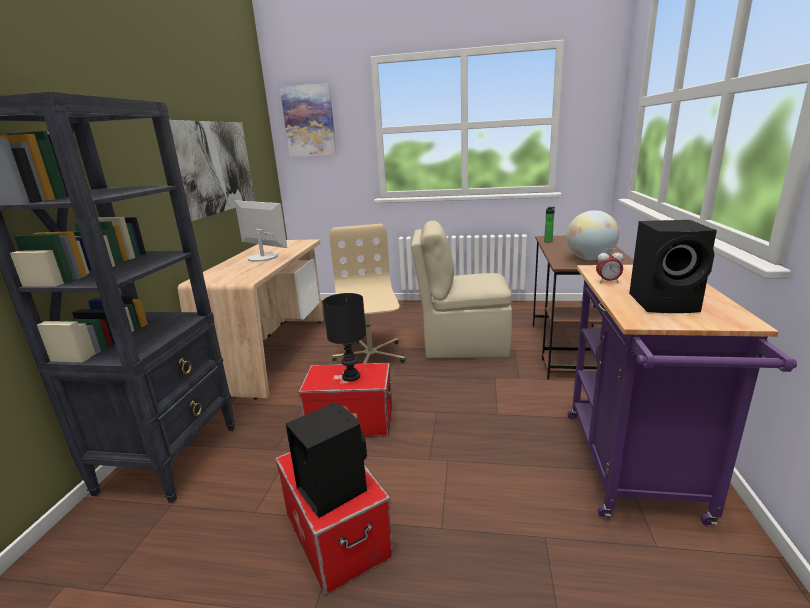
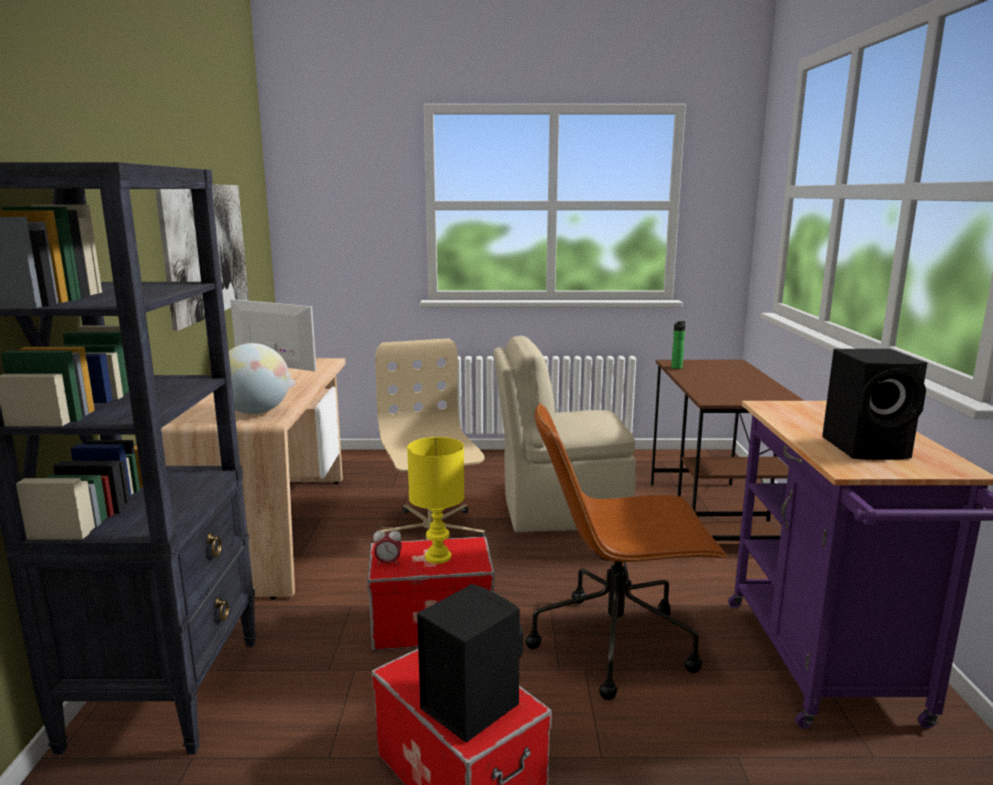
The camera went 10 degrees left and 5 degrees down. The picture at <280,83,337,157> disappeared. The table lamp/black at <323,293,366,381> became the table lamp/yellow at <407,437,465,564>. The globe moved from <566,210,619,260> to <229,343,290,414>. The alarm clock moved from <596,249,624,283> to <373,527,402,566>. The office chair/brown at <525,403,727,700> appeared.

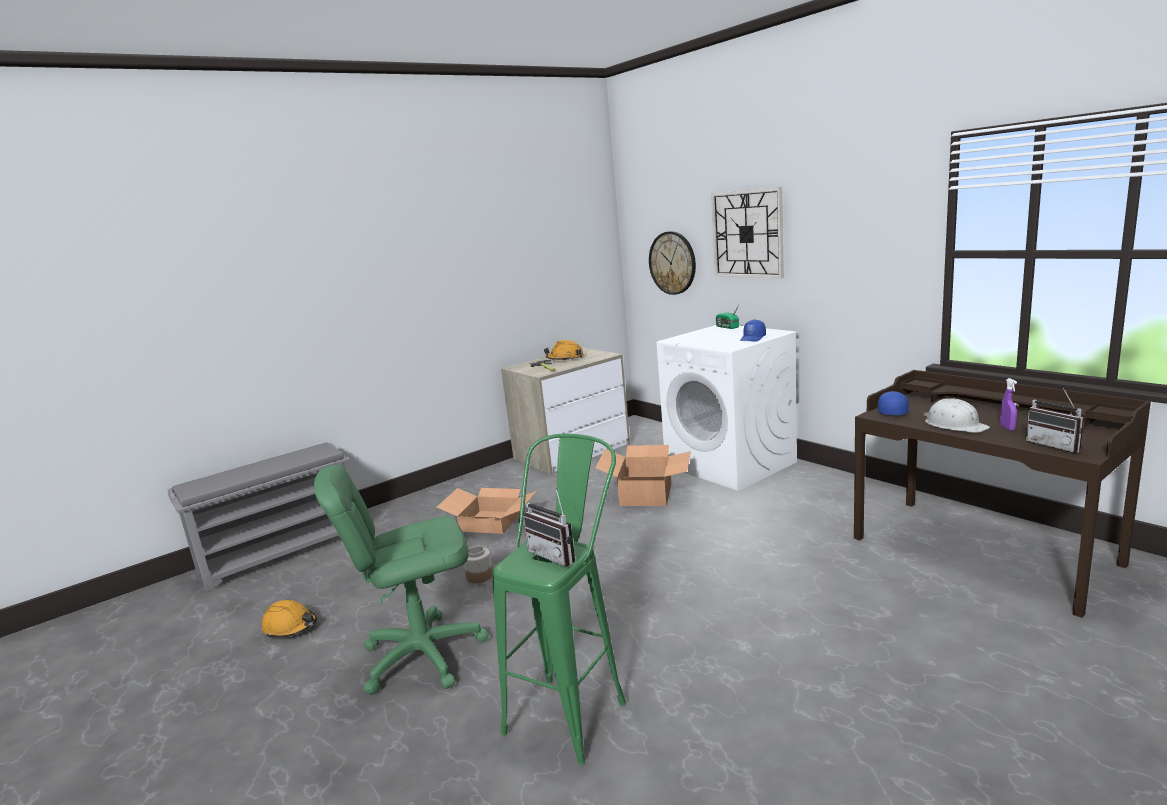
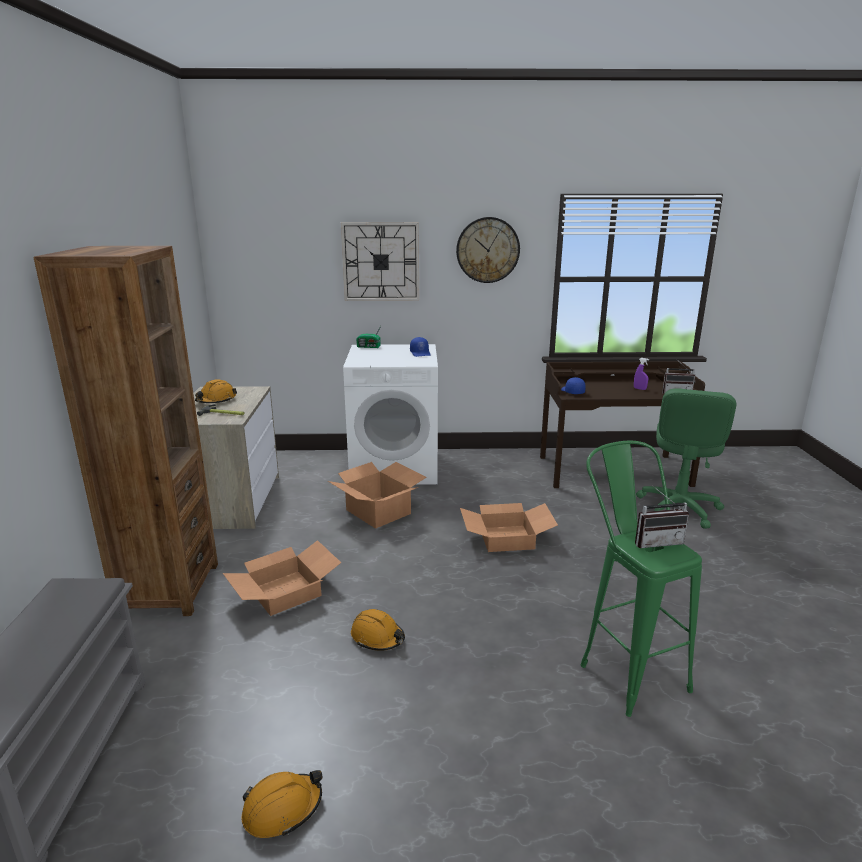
The camera went 55 degrees left and 5 degrees up. The office chair/green moved from <314,465,489,695> to <636,388,736,529>. The jar at <464,546,493,583> was replaced by the hard hat/orange at <351,609,405,651>. The wall clock moved from <649,231,696,295> to <456,217,520,283>. The hard hat/white at <924,398,990,433> disappeared. The bookcase/brown at <33,246,218,616> appeared. The cardboard box at <460,503,558,552> appeared.

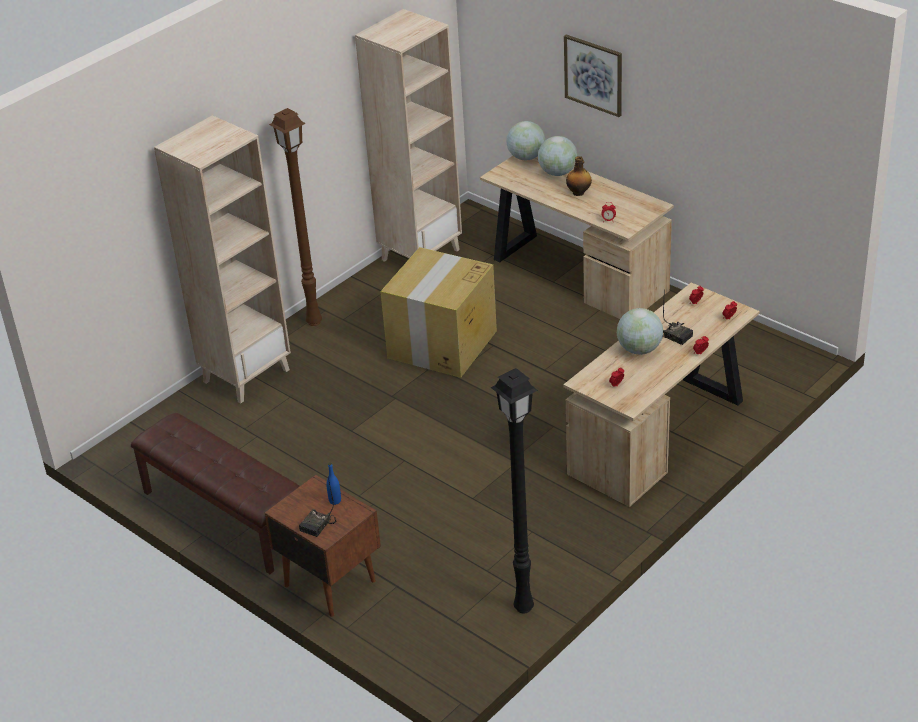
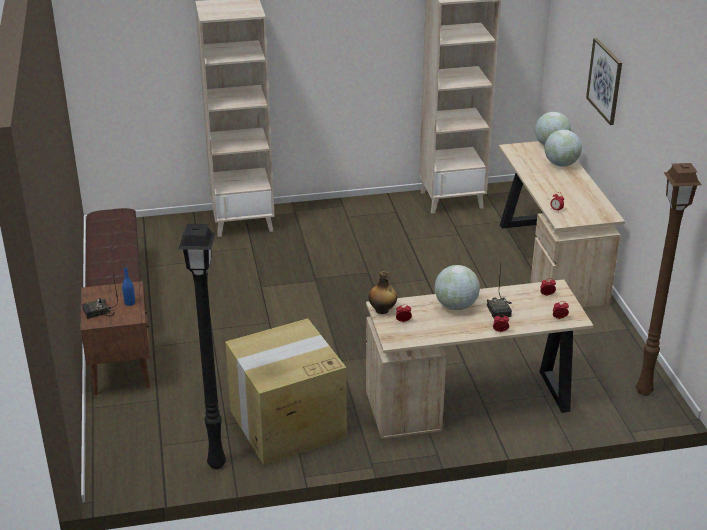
The camera went 35 degrees right and 5 degrees down. The floor lamp/brown moved from <269,108,322,326> to <636,163,701,396>. The cardboard box moved from <380,247,497,378> to <225,318,347,465>. The bottle moved from <566,156,592,196> to <369,271,397,314>.

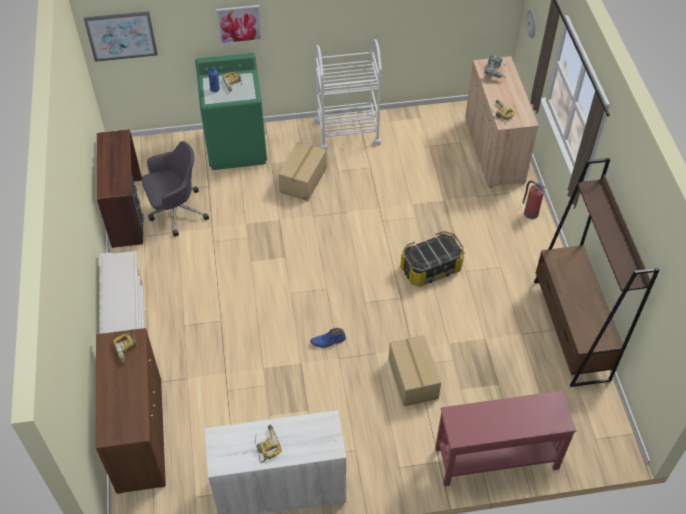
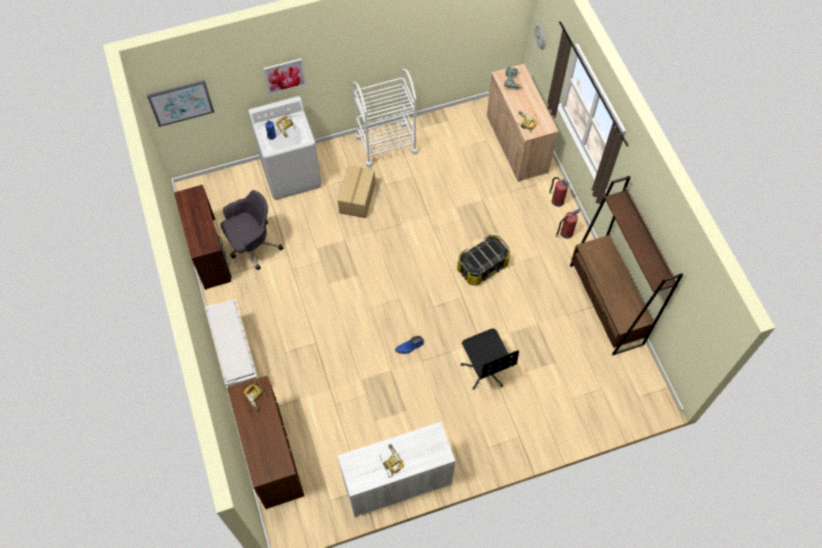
The camera went 10 degrees left and 10 degrees up. The washing machine/green at <195,53,267,170> became the washing machine/white at <248,96,322,200>. The cardboard box at <389,336,441,406> was replaced by the office chair/black at <461,329,519,390>. The console table/red at <435,391,577,486> disappeared. The fire extinguisher at <556,208,581,239> appeared.

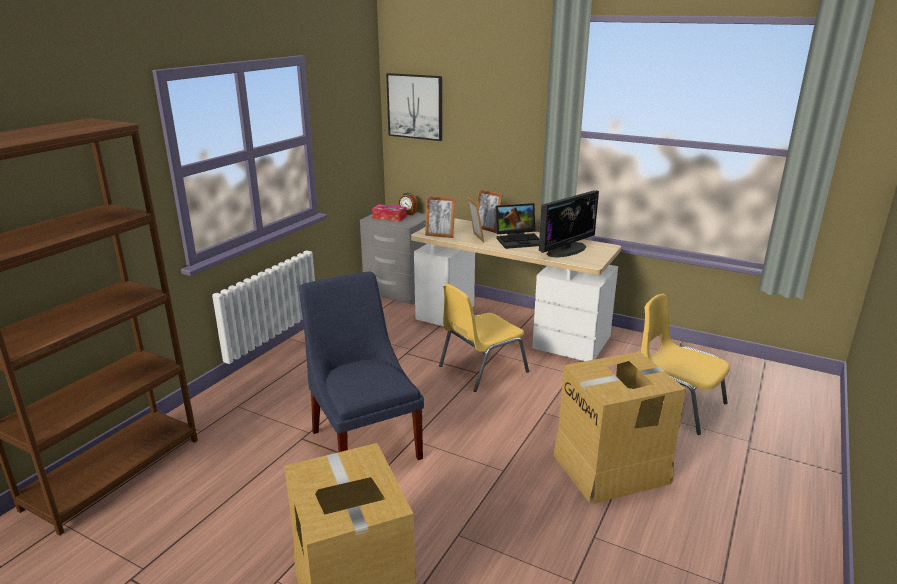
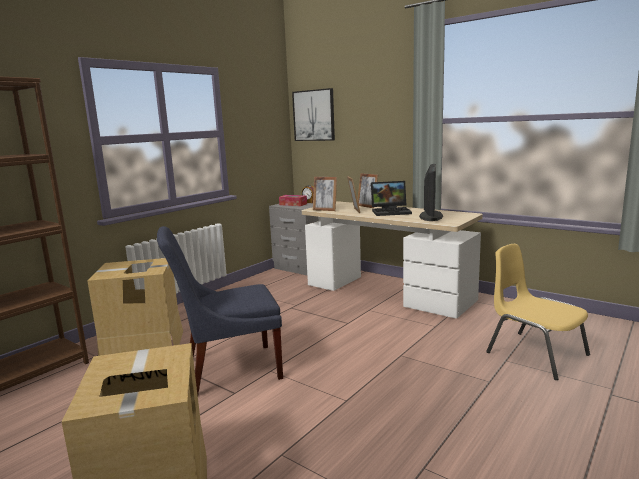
The camera went 10 degrees right and 10 degrees down. The chair/blue at <299,271,424,460> turned 90 degrees counterclockwise. The chair/yellow at <439,284,529,392> disappeared. The monitor at <539,190,599,258> turned 45 degrees counterclockwise. The cardboard box moved from <553,351,686,504> to <87,258,183,356>.

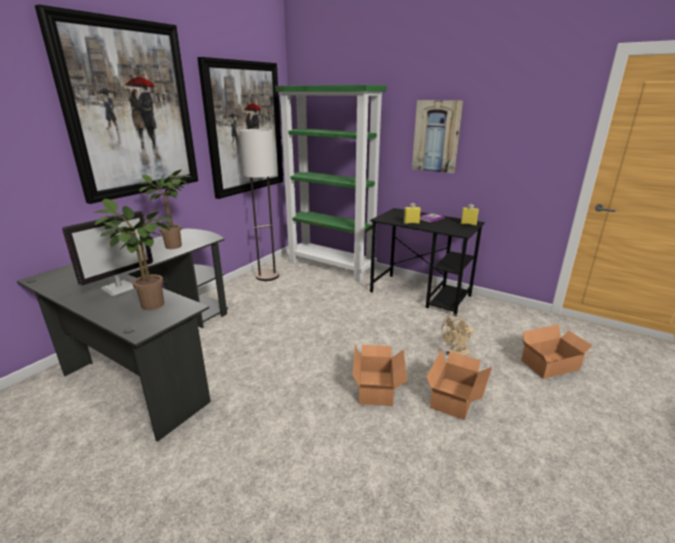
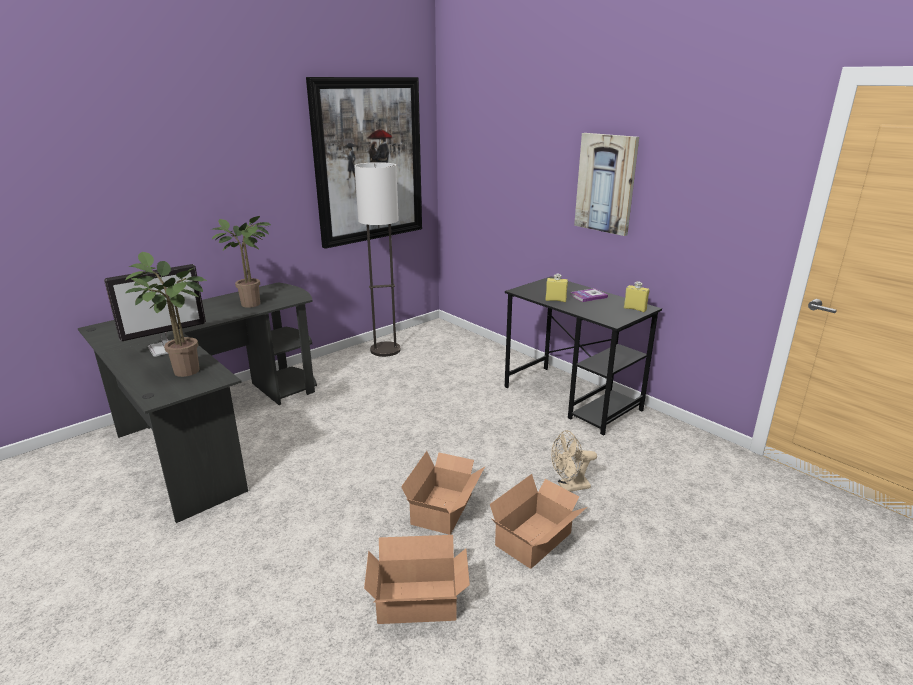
The camera went 15 degrees right and 0 degrees up. The picture at <35,4,198,204> disappeared. The bookcase/green at <275,85,386,281> disappeared. The cardboard box moved from <521,324,597,379> to <364,535,470,624>.

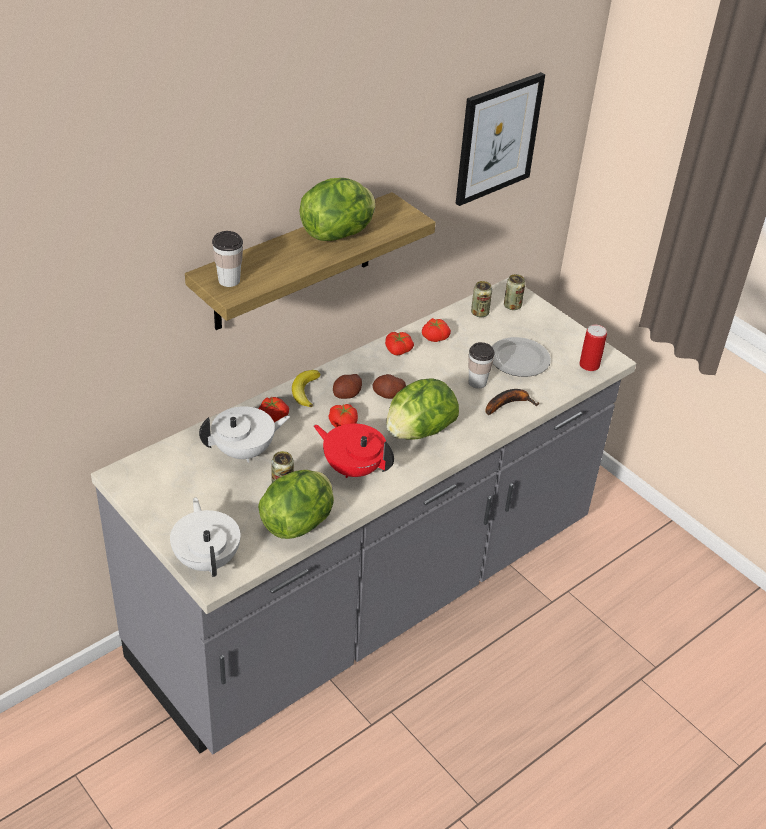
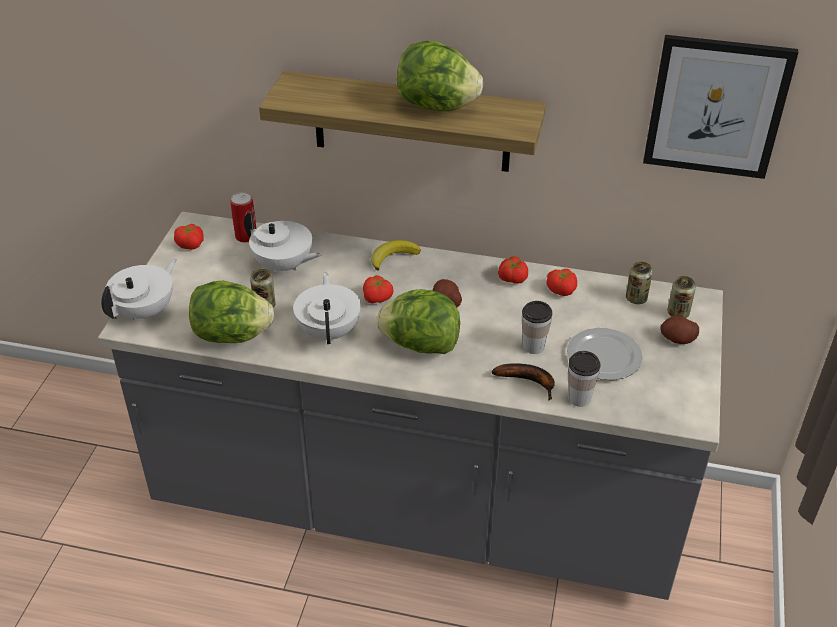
The camera went 55 degrees right and 0 degrees up. The cup moved from <212,231,243,287> to <568,351,601,407>. The tomato moved from <259,397,289,423> to <174,224,204,250>. The teapot/red at <314,423,394,478> became the teapot/white at <293,272,361,344>. The potato moved from <333,374,362,399> to <660,316,699,344>. The can moved from <579,325,607,371> to <230,192,256,243>.

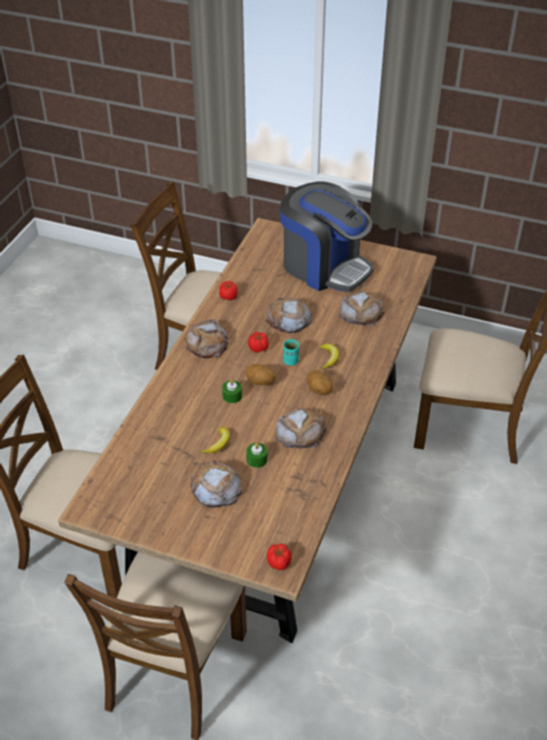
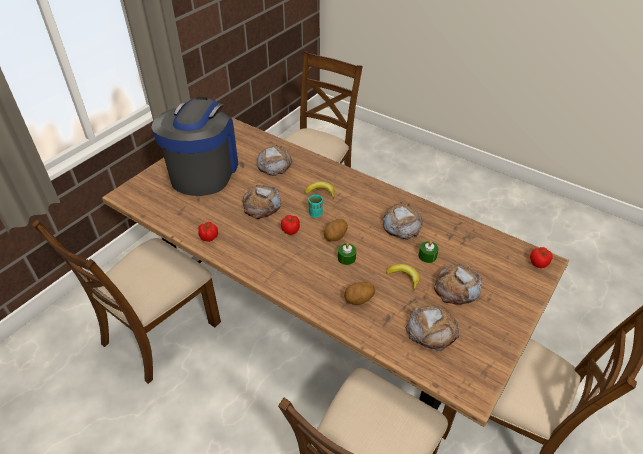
The camera went 75 degrees left and 0 degrees up. The bread moved from <185,319,229,358> to <406,306,459,352>. The coffee machine at <280,182,374,291> turned 45 degrees counterclockwise. The potato moved from <307,370,333,395> to <344,282,375,305>.

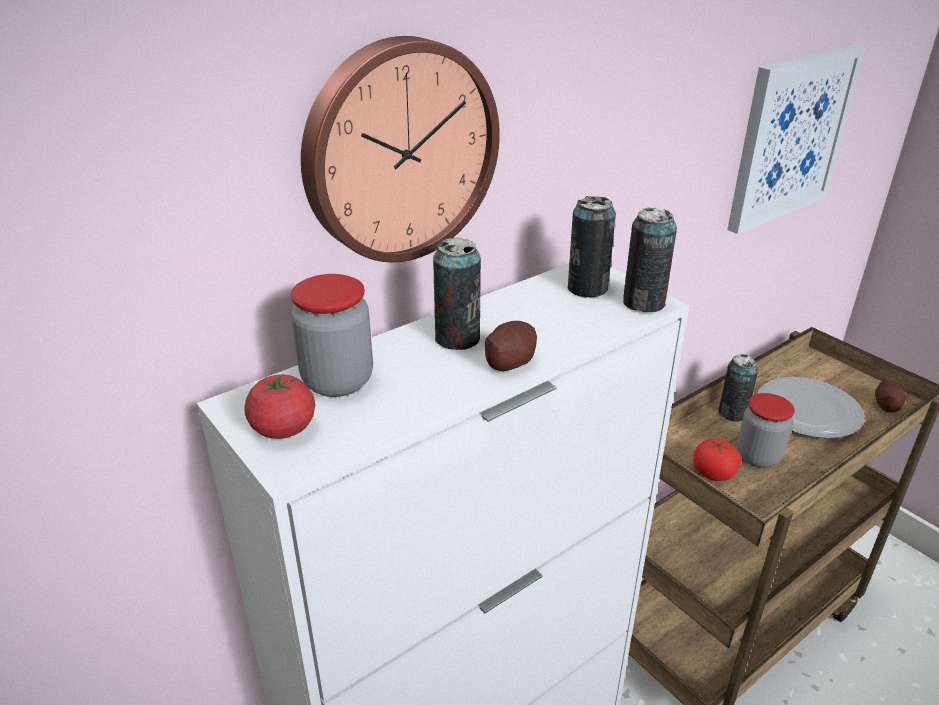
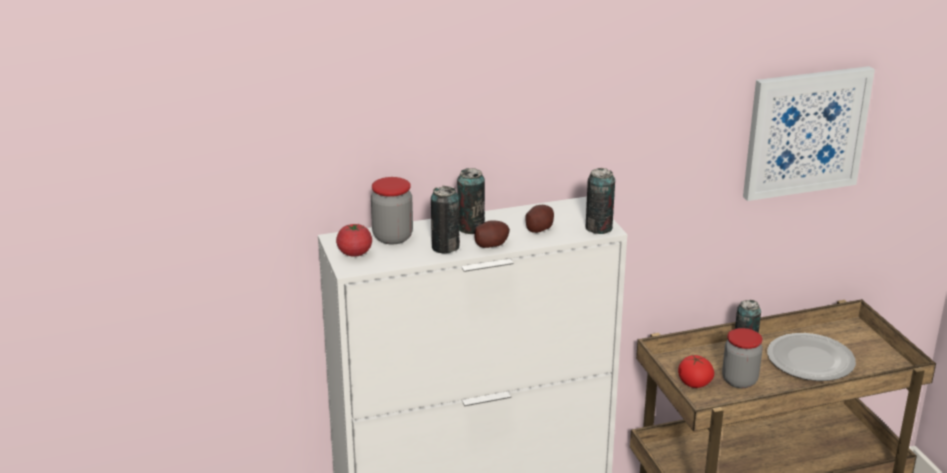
The camera went 20 degrees right and 5 degrees down. The wall clock at <301,36,500,262> disappeared. The can moved from <568,196,616,298> to <431,186,460,254>. The potato moved from <875,381,906,413> to <525,205,554,233>.

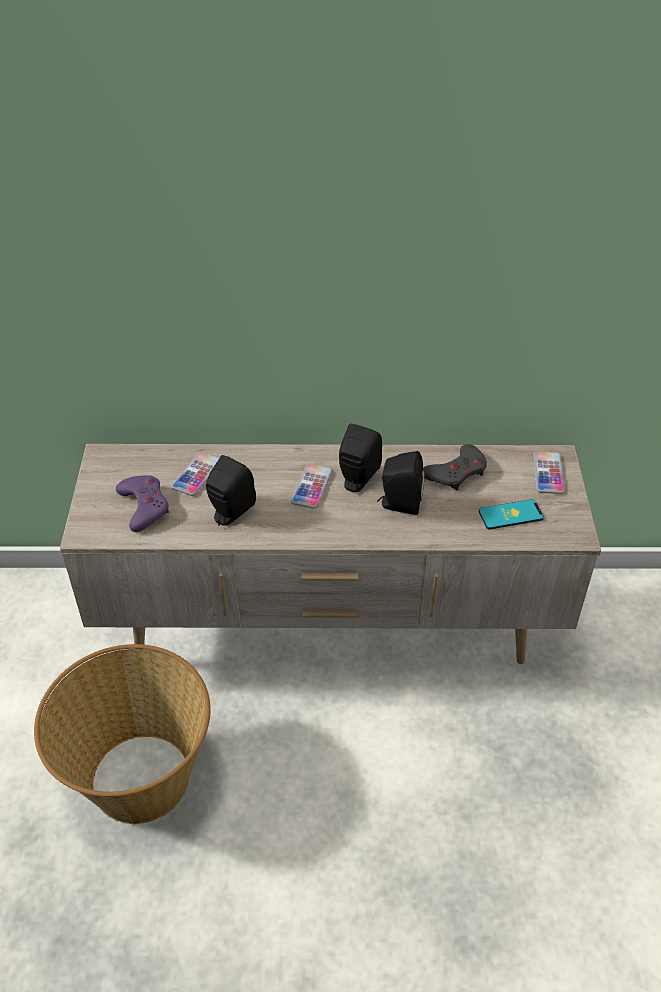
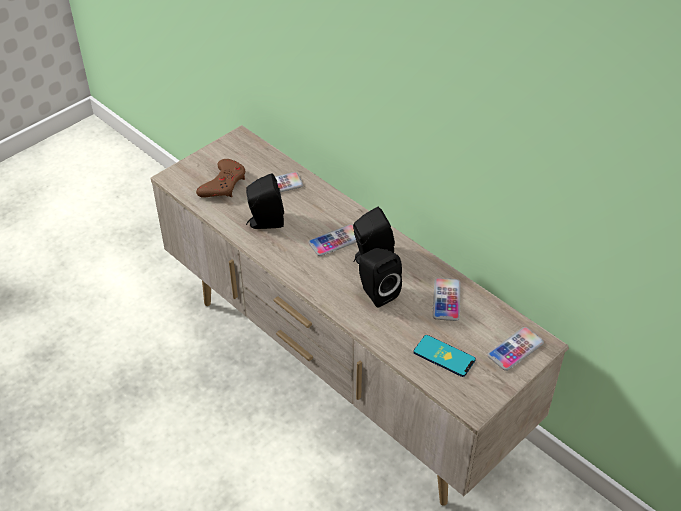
The camera went 45 degrees right and 0 degrees up. The basket at <34,644,210,824> disappeared. The game controller/purple at <116,475,169,532> became the game controller/brown at <196,159,245,197>. The game controller/grey at <423,444,487,491> was replaced by the phone at <433,278,461,321>.

